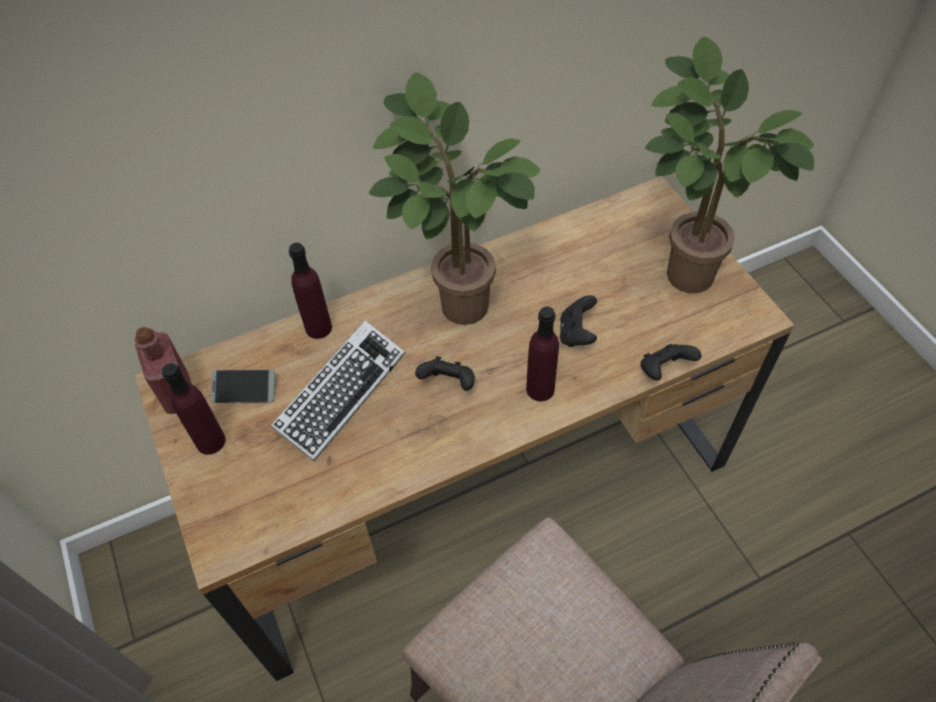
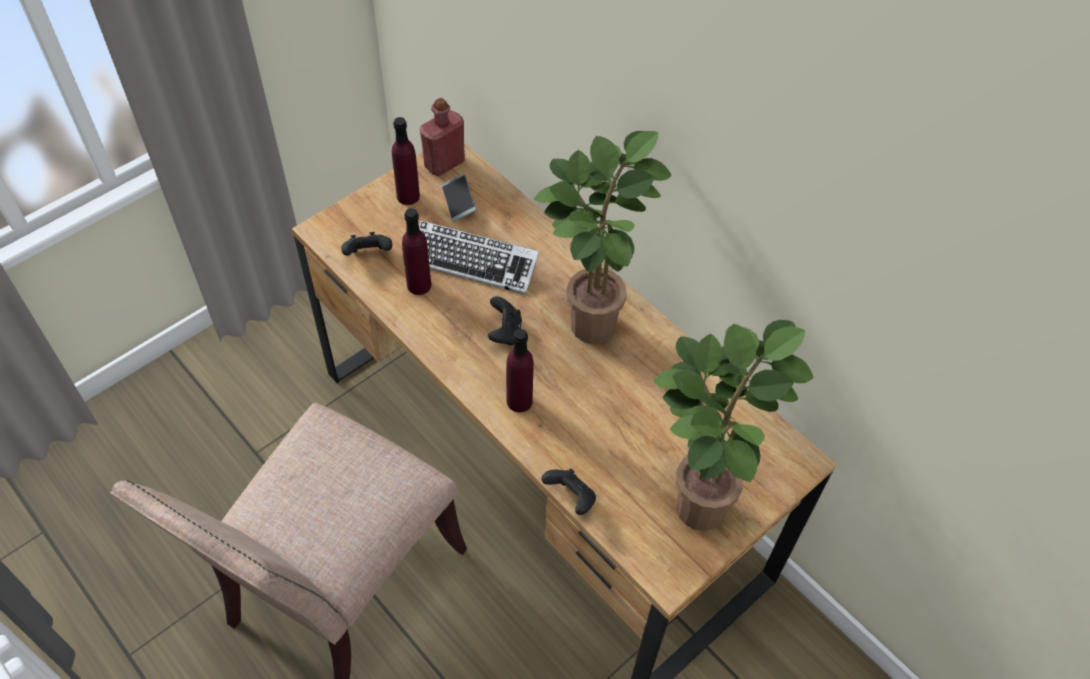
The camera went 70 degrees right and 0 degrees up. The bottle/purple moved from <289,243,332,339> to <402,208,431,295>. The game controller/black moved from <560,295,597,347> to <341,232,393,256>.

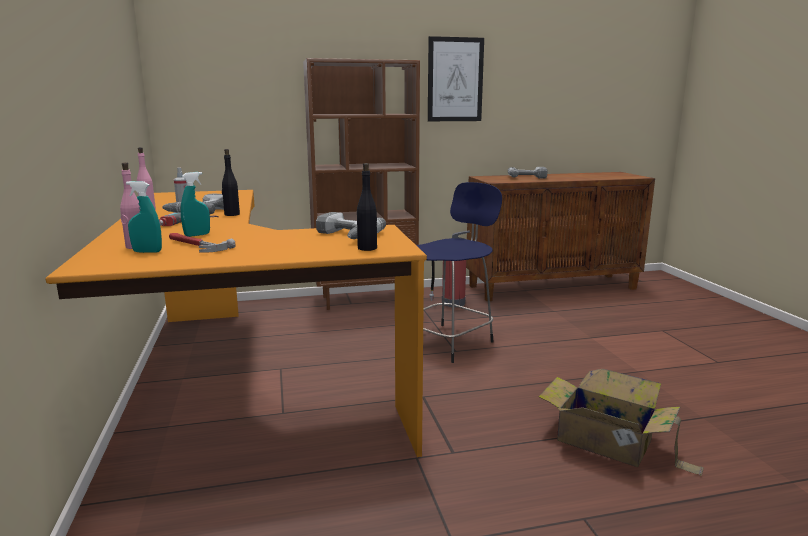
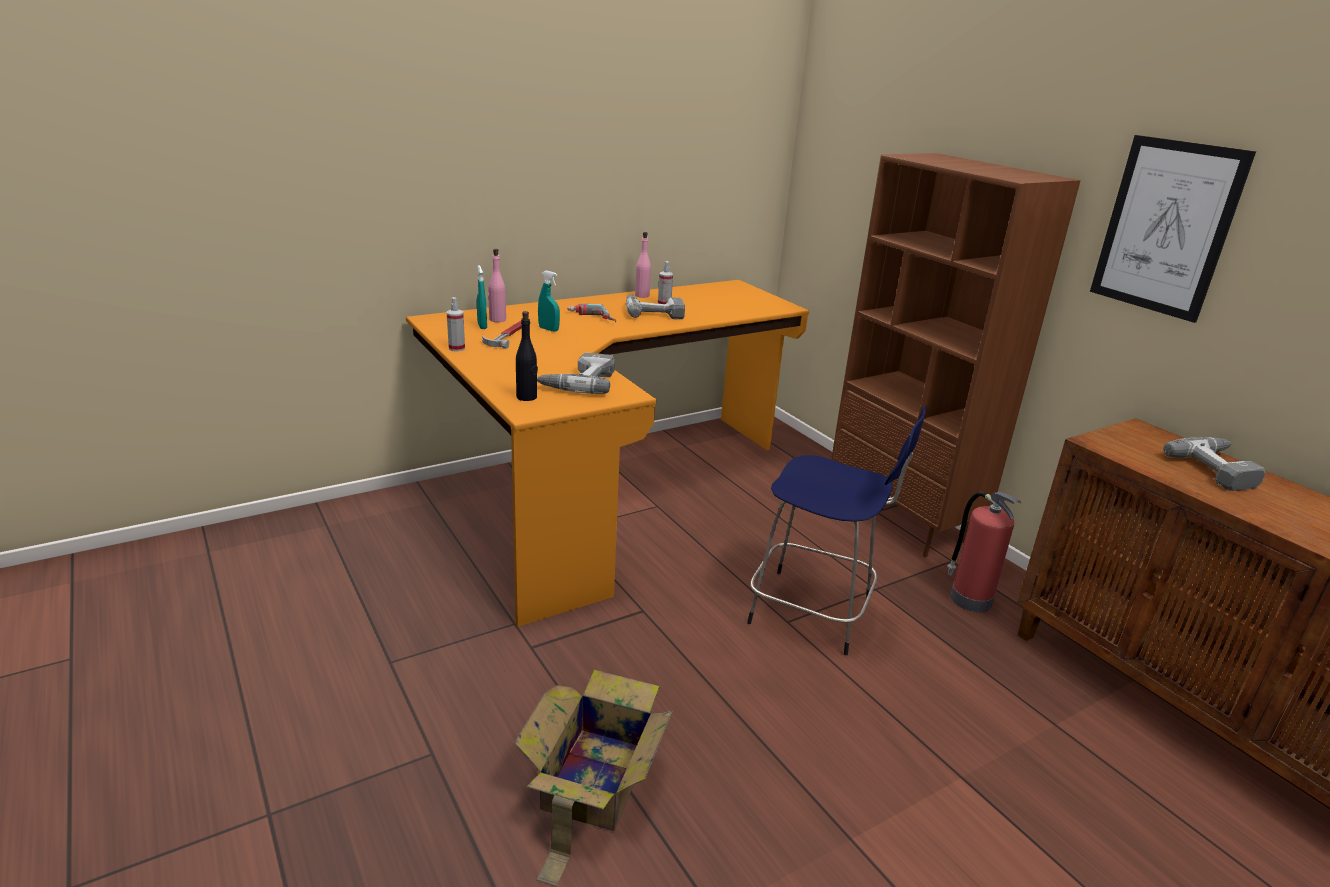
The camera went 70 degrees right and 10 degrees up. The bottle/black at <222,149,240,216> disappeared. The spray bottle at <447,297,465,352> appeared.

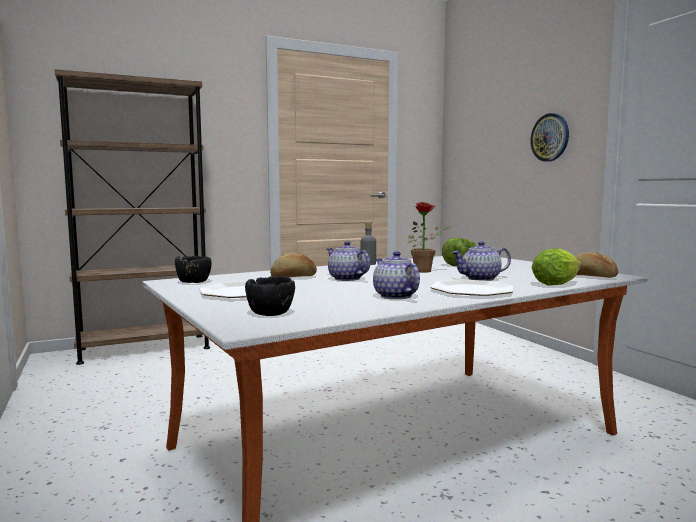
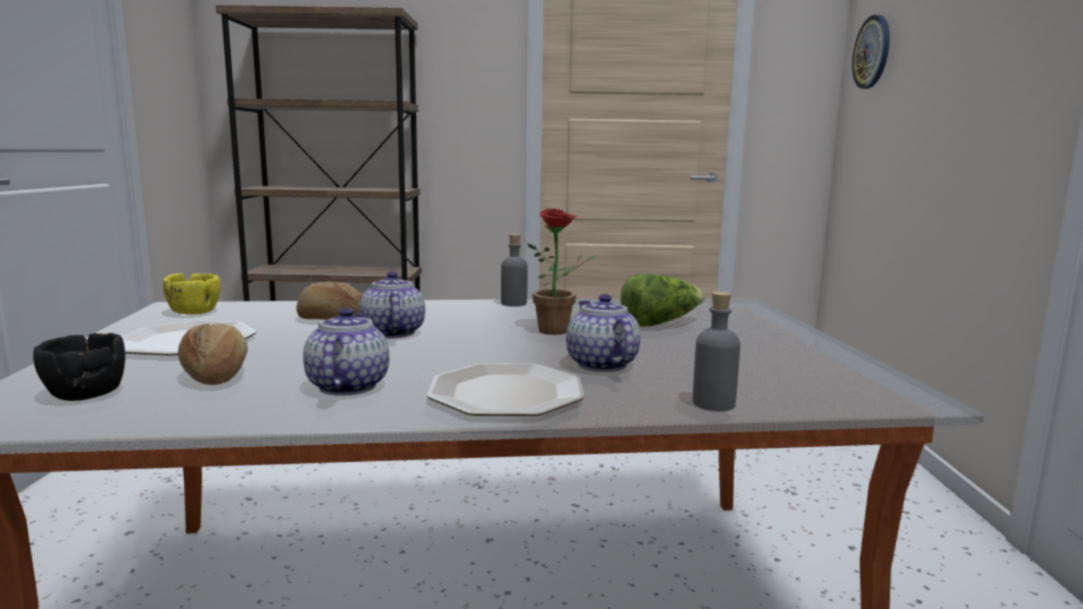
The camera went 25 degrees right and 5 degrees up. The bowl/black at <175,256,212,283> became the bowl/yellow at <163,273,220,315>. The teapot at <451,241,511,281> turned 60 degrees clockwise. The wall clock moved from <530,113,569,162> to <852,15,890,89>. The lettuce at <532,248,581,286> was replaced by the bottle/grey at <693,292,740,411>. The bread moved from <575,252,618,278> to <178,324,248,385>.

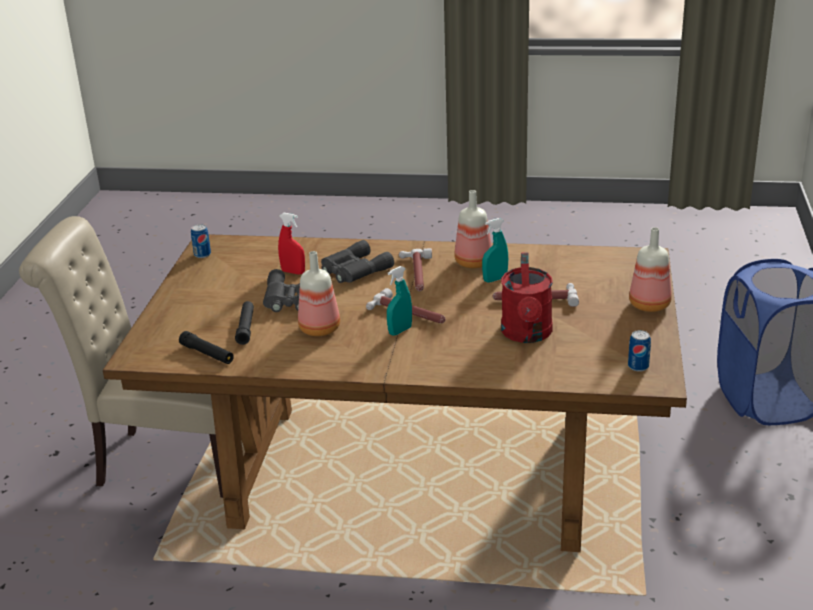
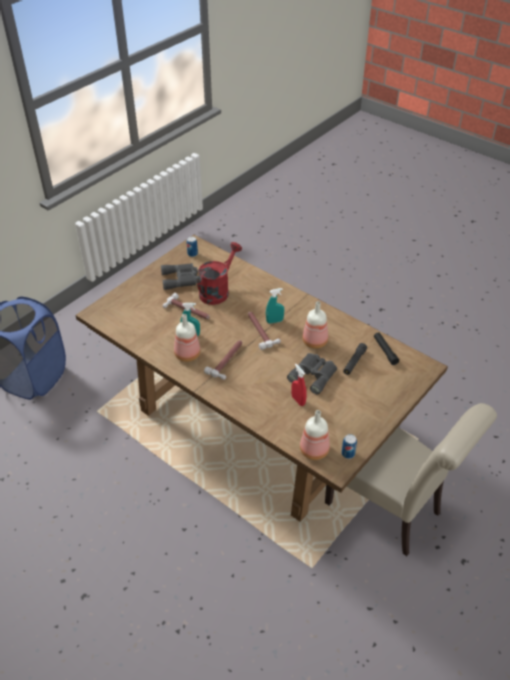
The camera went 150 degrees left and 15 degrees up. The binoculars/grey moved from <321,240,394,283> to <161,263,199,290>. The bottle moved from <629,227,672,312> to <300,410,330,460>.

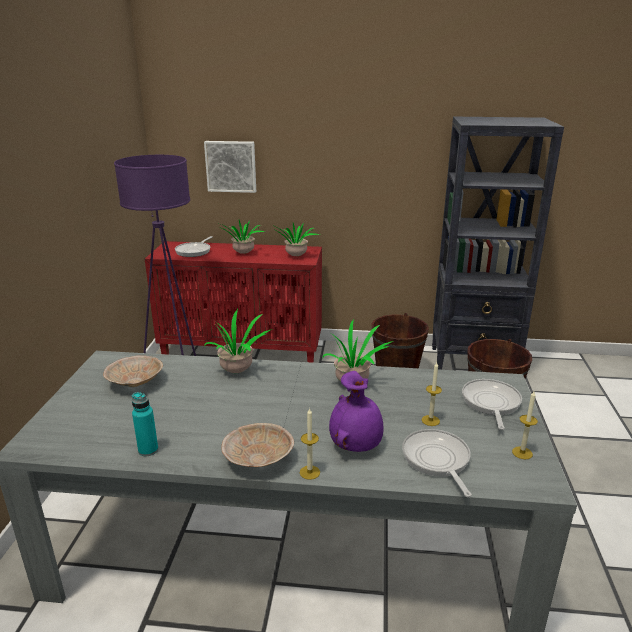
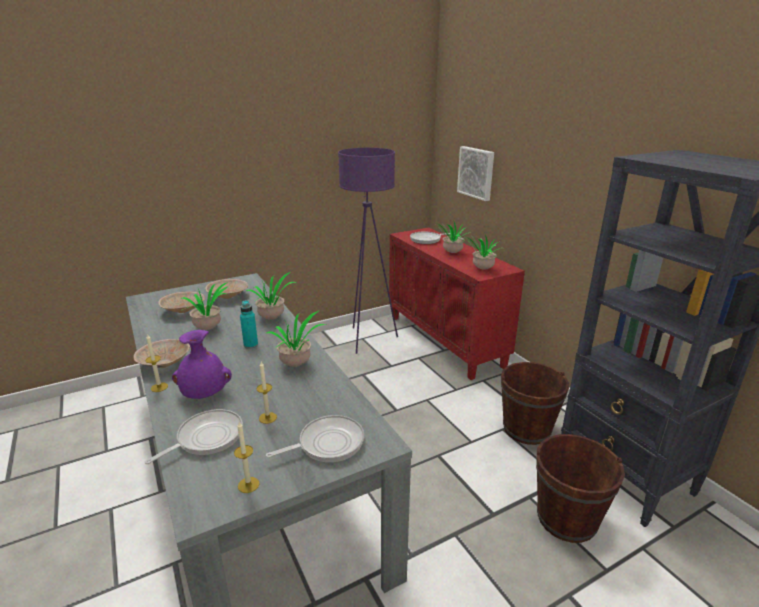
The camera went 55 degrees right and 0 degrees up. The bottle/turquoise moved from <132,392,158,456> to <240,300,258,349>. The bowl/beige at <158,291,205,313> appeared. The potted plant at <181,282,228,330> appeared.

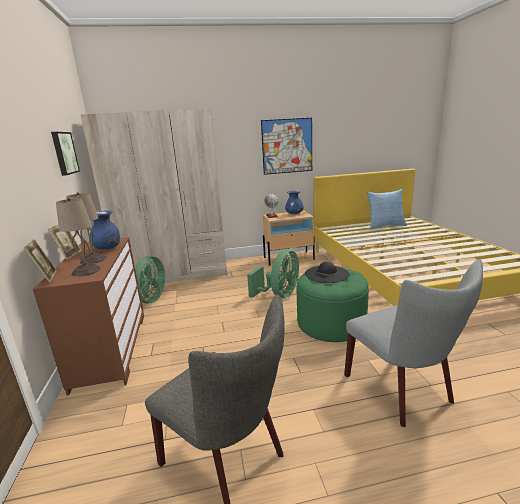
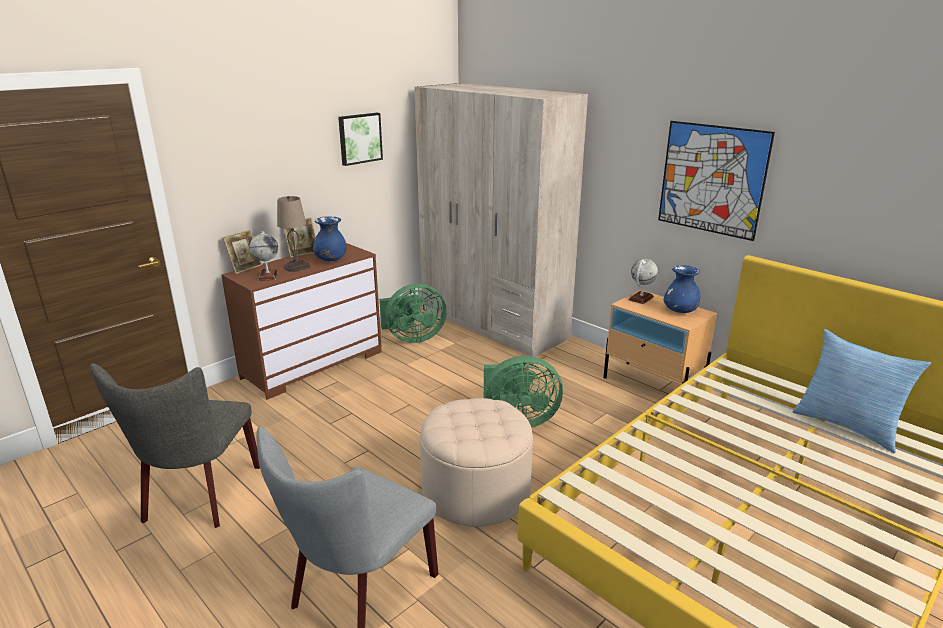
The camera went 55 degrees right and 5 degrees up. The table lamp/beige at <56,198,101,276> was replaced by the globe at <250,231,278,281>. The ottoman/green at <297,268,369,342> became the ottoman/beige at <420,398,533,527>. The hat/black at <305,262,350,283> disappeared.

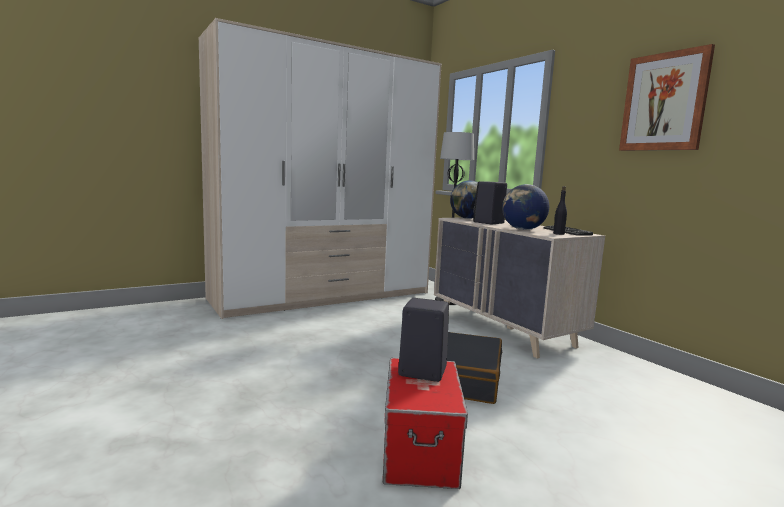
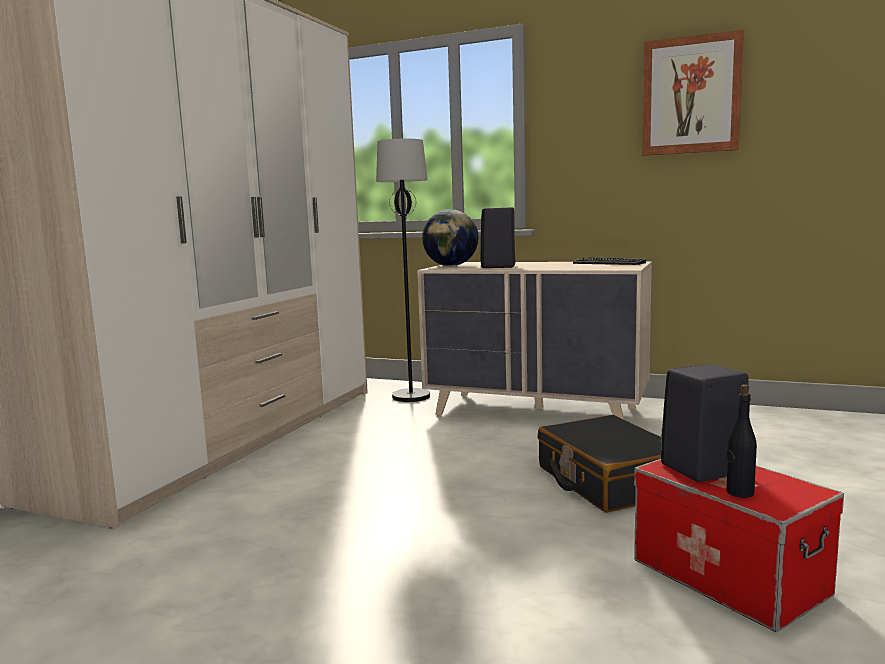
The camera went 35 degrees left and 0 degrees up. The globe at <502,184,549,230> disappeared. The bottle/black moved from <553,186,567,235> to <726,384,757,498>.

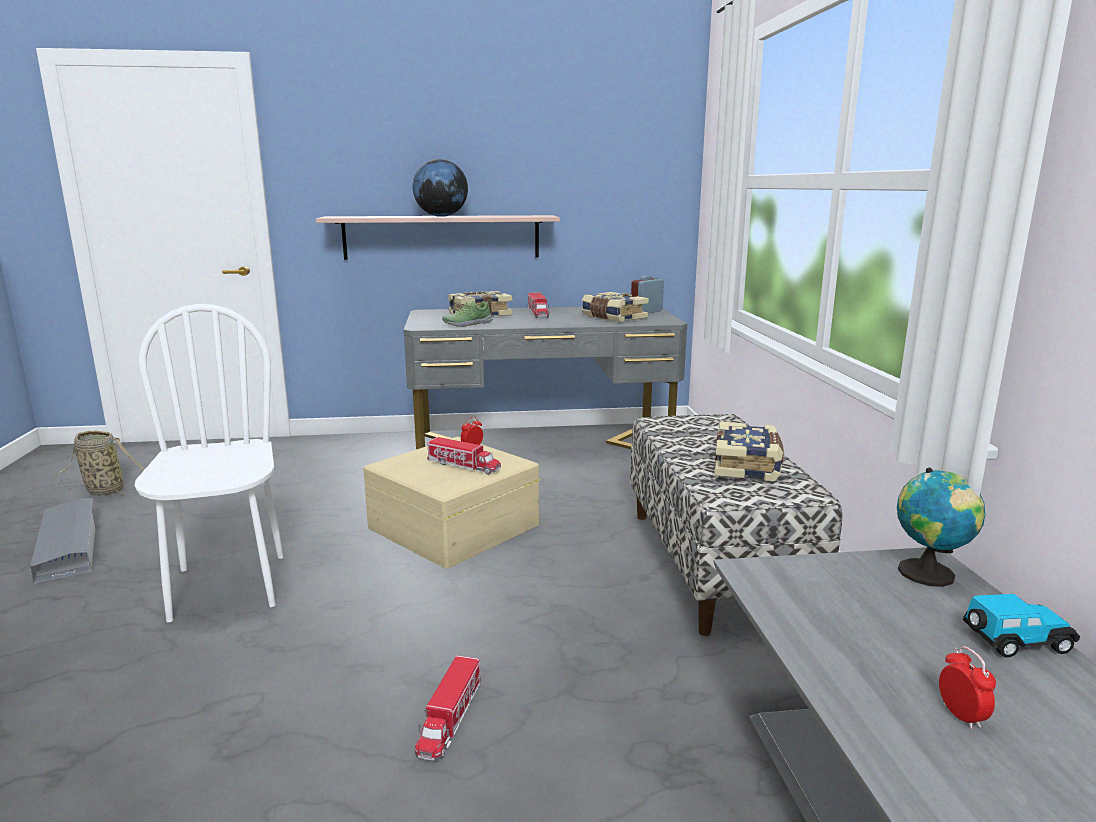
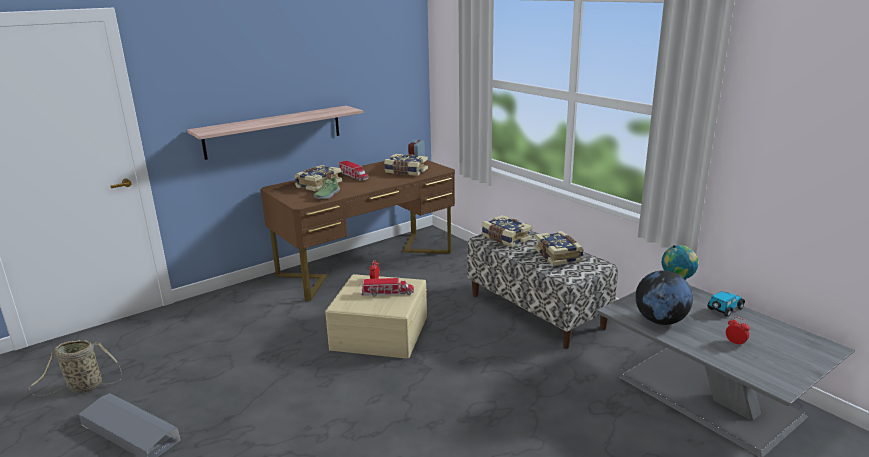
The camera went 30 degrees left and 5 degrees up. The chair/white at <134,304,283,622> disappeared. The desk/grey at <403,307,687,449> became the desk/brown at <260,160,455,301>. The globe moved from <413,159,468,217> to <635,270,693,325>. The toy truck at <415,655,481,761> disappeared. The book at <481,215,532,247> appeared.

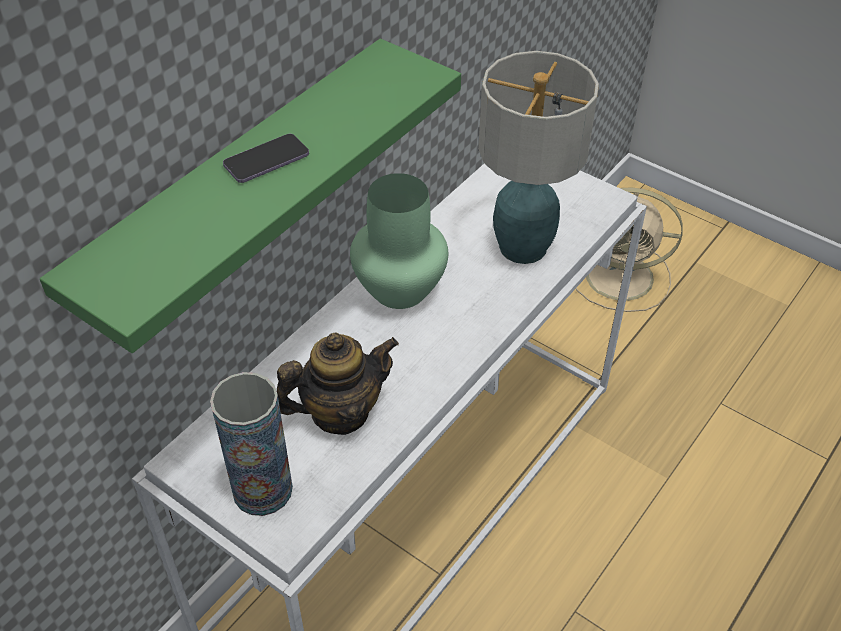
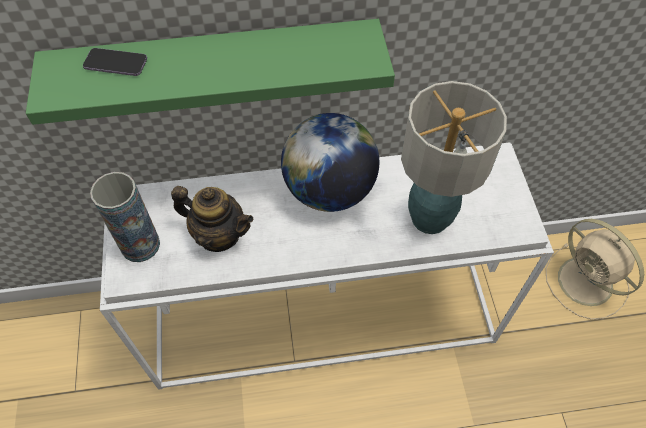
The camera went 45 degrees right and 10 degrees up. The phone moved from <223,134,309,183> to <83,48,147,76>. The vase/green at <350,173,448,309> was replaced by the globe at <281,113,379,212>.

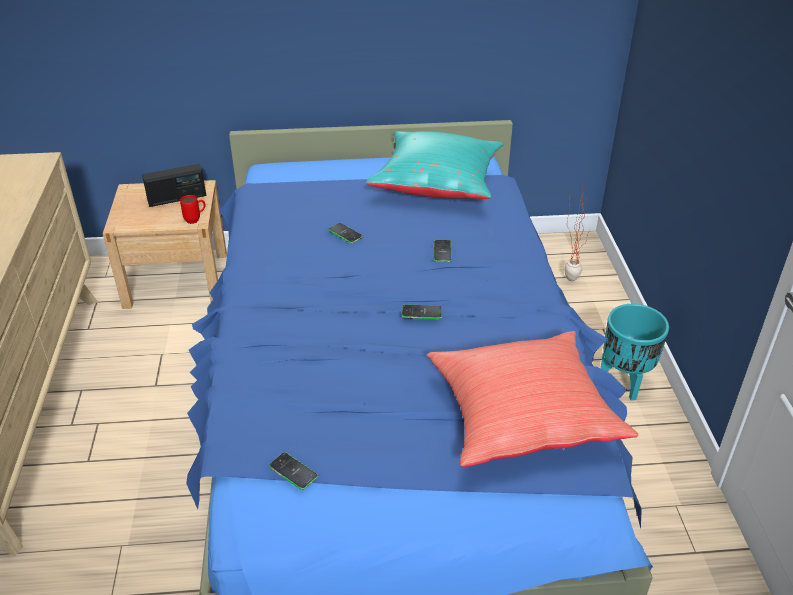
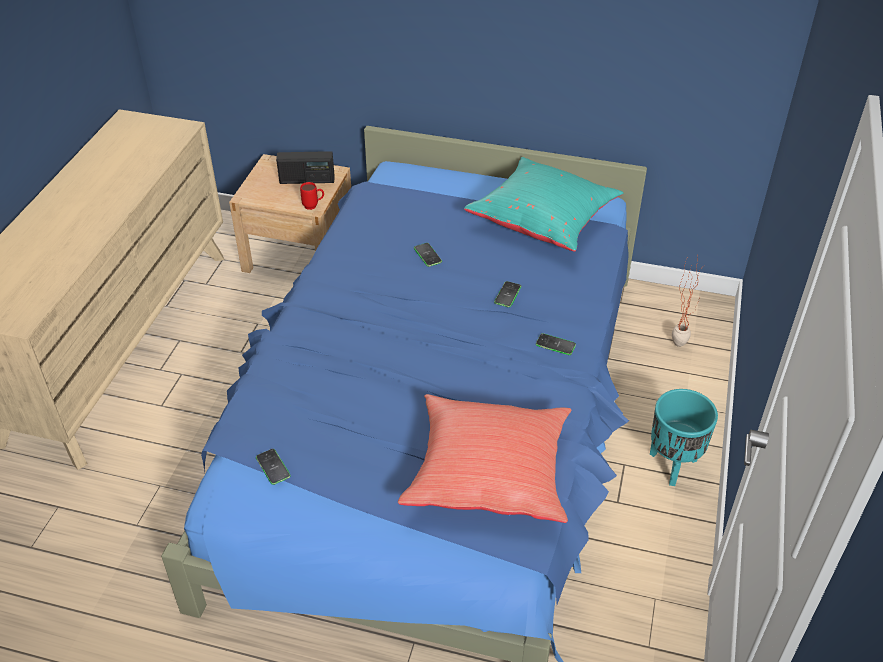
The camera went 20 degrees right and 5 degrees up. The phone moved from <402,304,442,319> to <536,333,576,355>.

